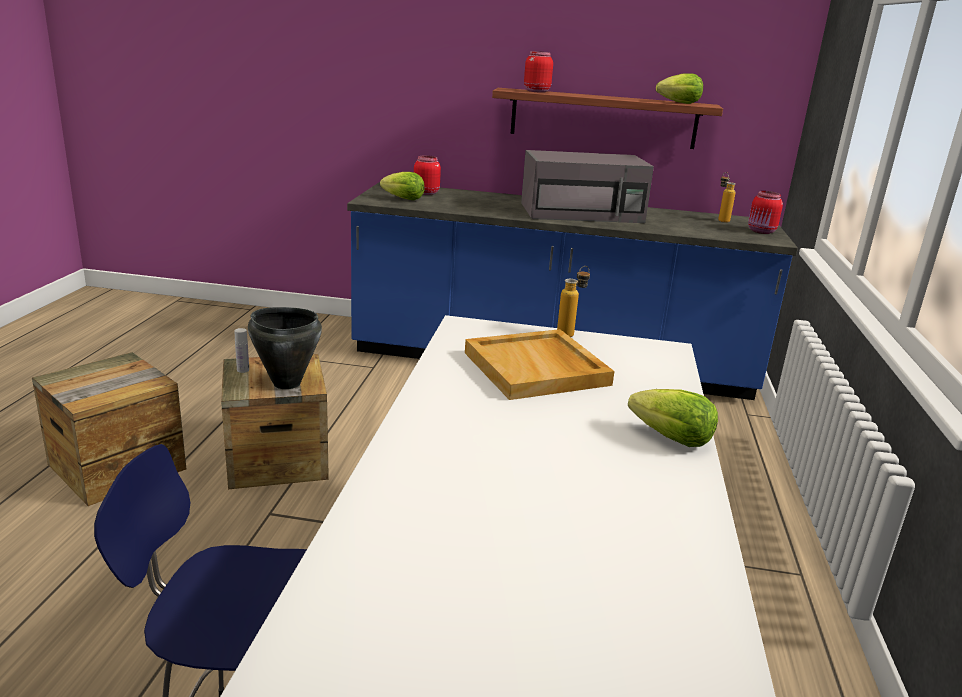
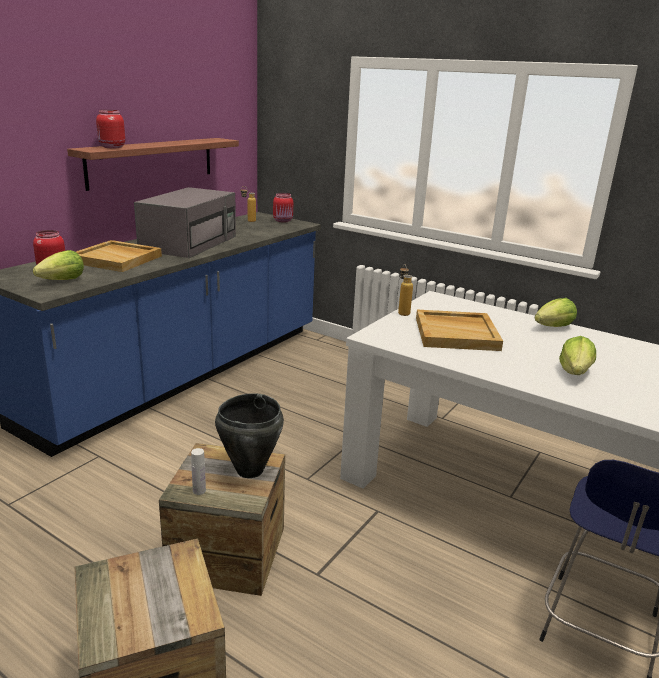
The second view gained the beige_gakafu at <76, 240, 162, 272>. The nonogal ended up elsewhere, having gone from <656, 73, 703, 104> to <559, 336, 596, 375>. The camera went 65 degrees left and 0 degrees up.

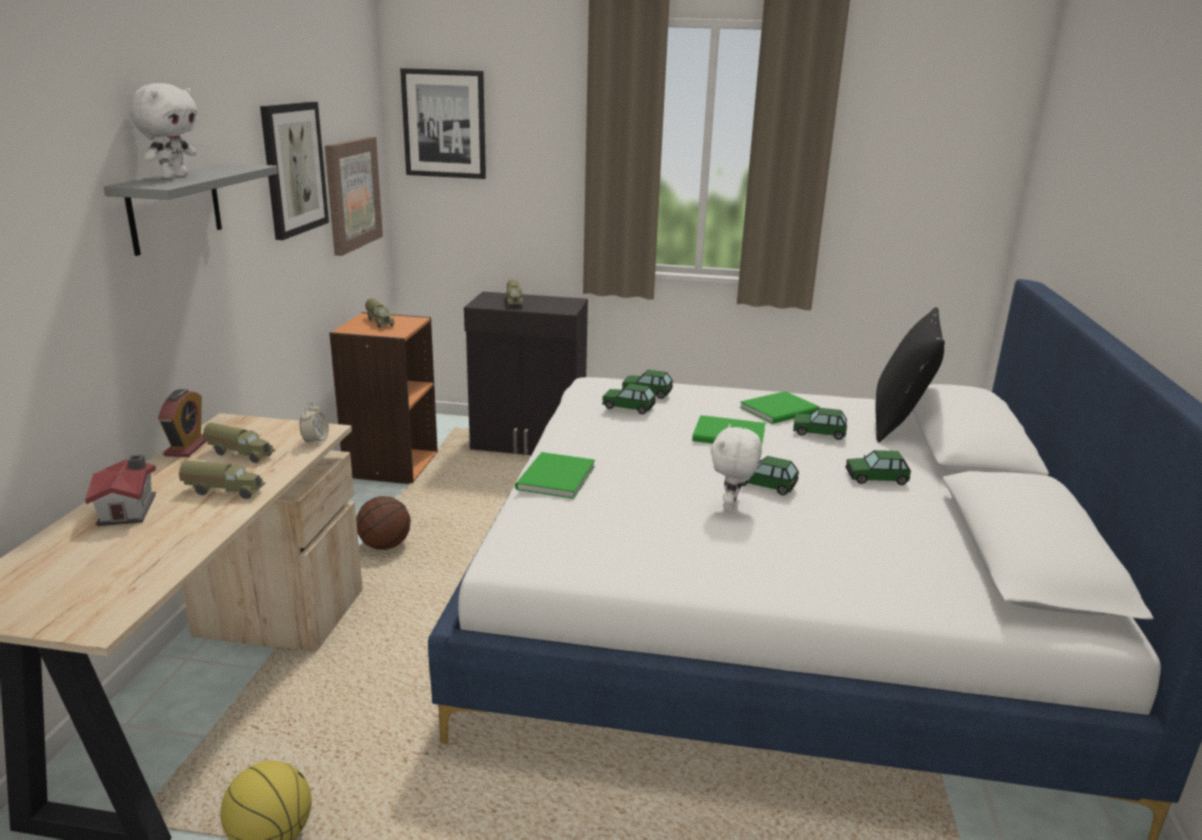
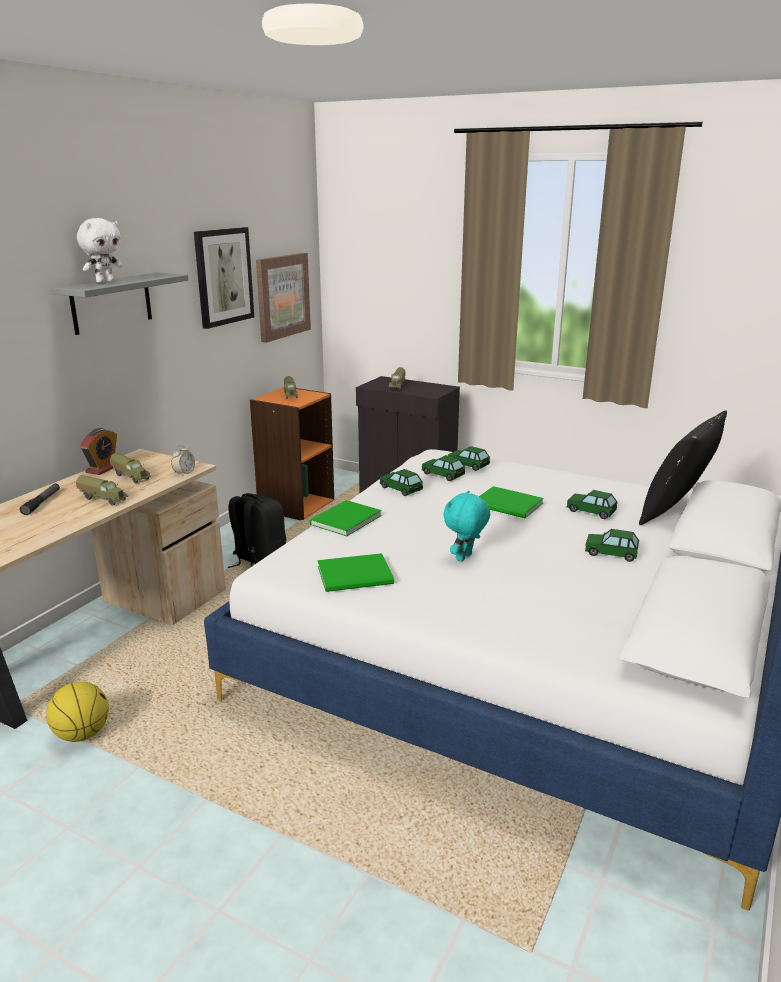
The second view lost the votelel at <400, 68, 486, 179>. The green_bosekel ended up elsewhere, having gone from <740, 391, 820, 424> to <317, 553, 394, 592>. The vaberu ended up elsewhere, having gone from <742, 456, 799, 495> to <380, 469, 423, 496>. Where the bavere stood at <85, 455, 156, 526>, the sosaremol came to stand at <20, 484, 60, 515>. Where the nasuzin stood at <356, 496, 411, 550>, the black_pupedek came to stand at <228, 493, 286, 568>. What was the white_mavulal at <711, 424, 762, 512> turned into the turquoise_mavulal at <443, 490, 490, 562>. The camera went 20 degrees right and 0 degrees up.

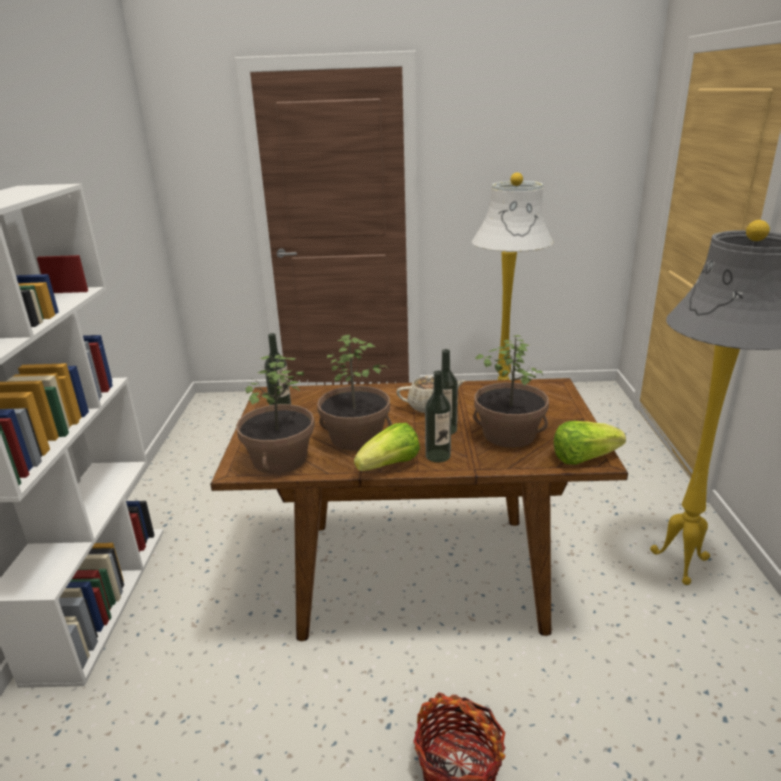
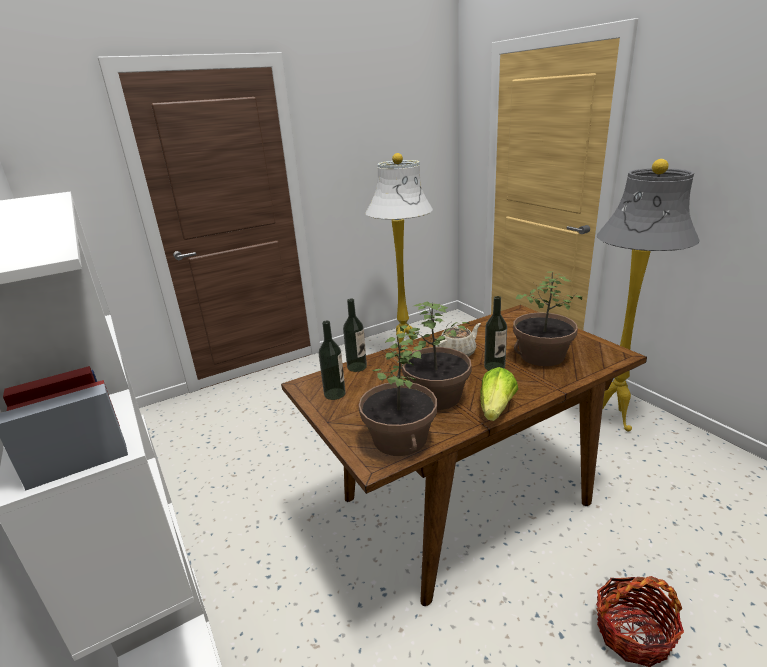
The second view lost the nonogal at <554, 421, 626, 465>. The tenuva ended up elsewhere, having gone from <425, 370, 451, 463> to <343, 299, 367, 372>. The camera went 30 degrees left and 0 degrees up.

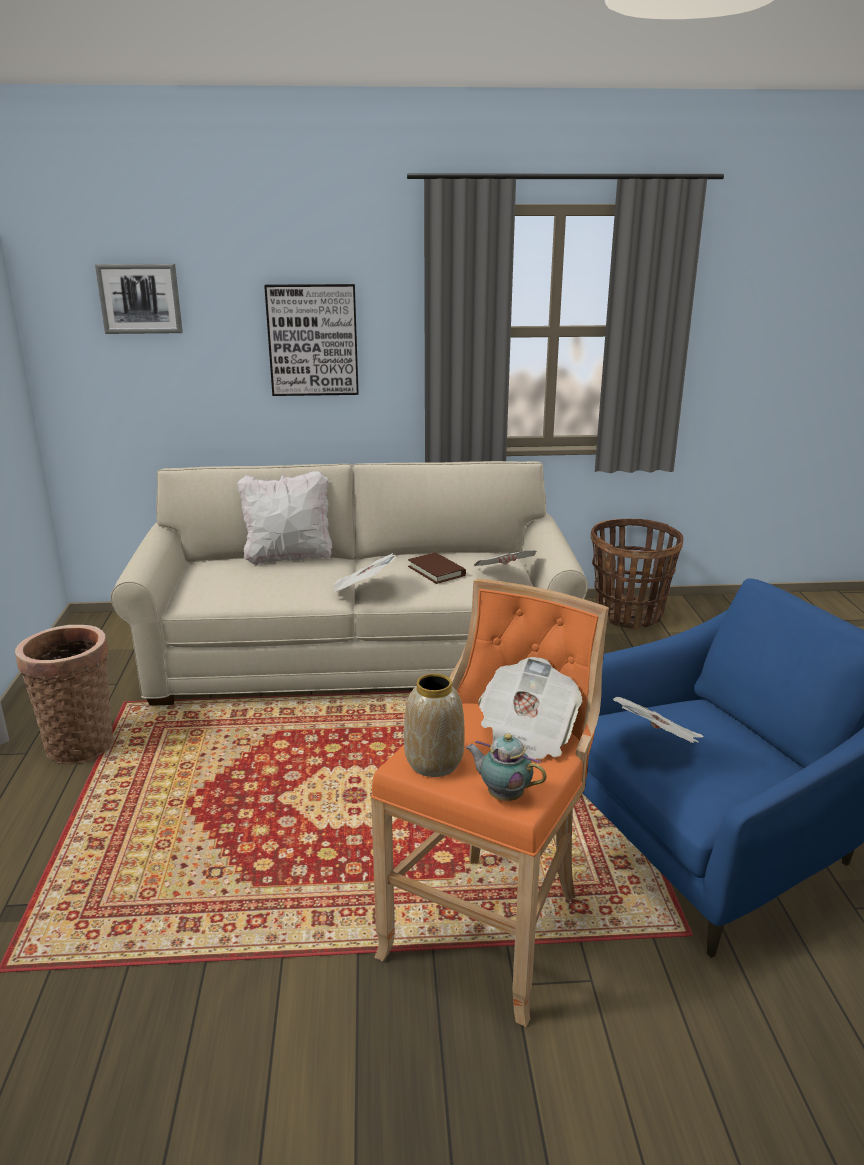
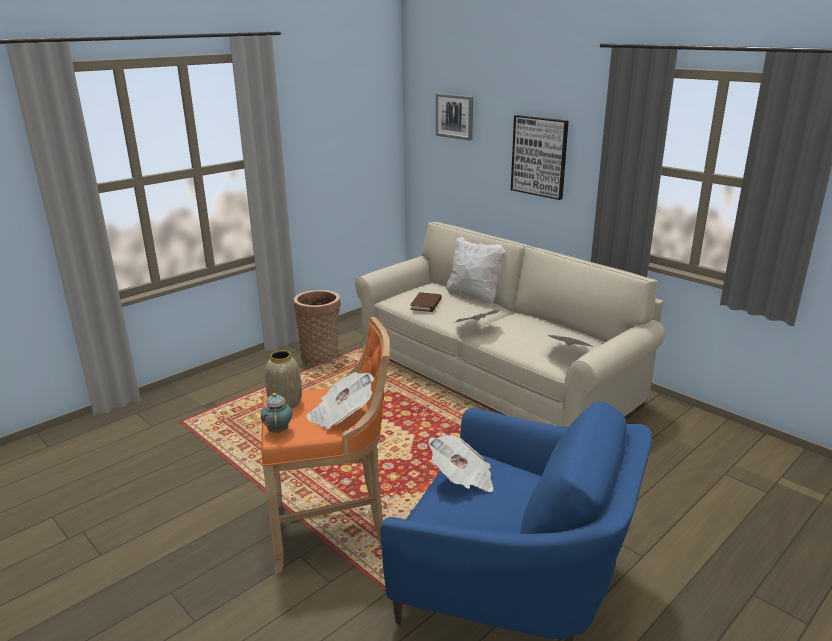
The second view lost the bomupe at <591, 519, 683, 630>. The brown_bosekel ended up elsewhere, having gone from <408, 552, 466, 584> to <410, 292, 442, 312>. The camera went 50 degrees right and 0 degrees up.

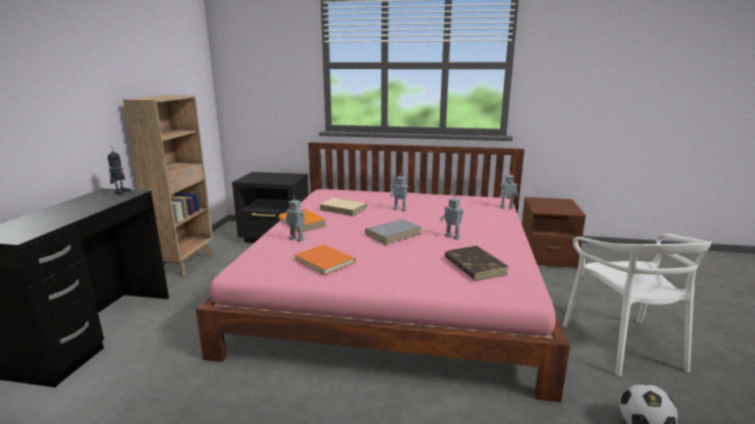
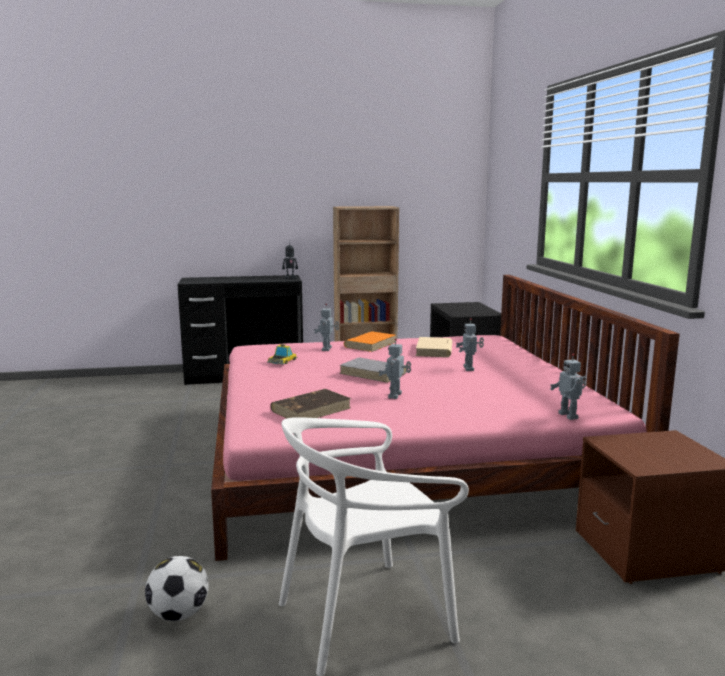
Where the orange_bosekel stood at <295, 245, 356, 275>, the vaberu came to stand at <267, 344, 298, 365>. The camera went 70 degrees right and 5 degrees down.

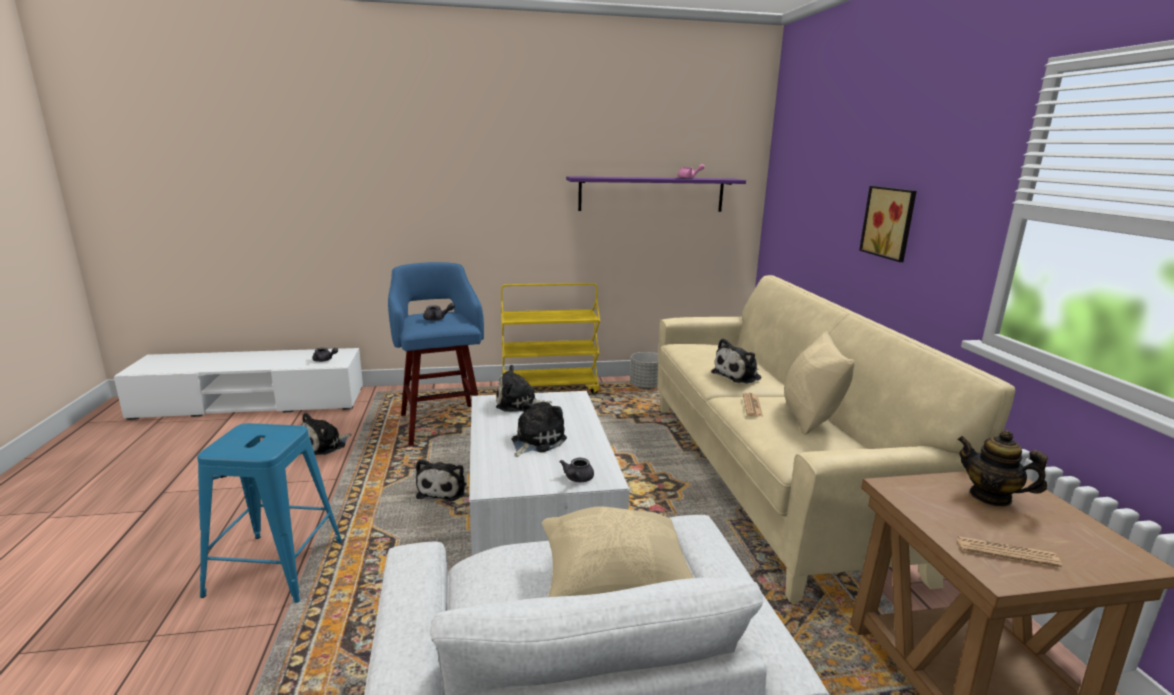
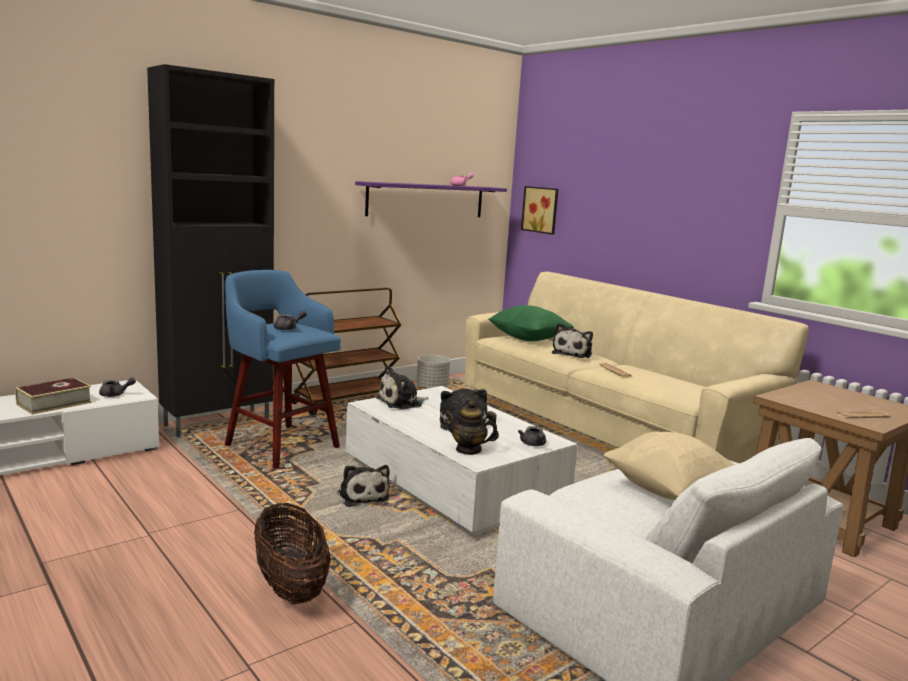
The second view lost the mavulal at <301, 413, 352, 455>. The second view lost the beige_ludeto at <784, 331, 854, 435>. The second view gained the bosekel at <15, 377, 92, 415>. The second view gained the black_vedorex at <147, 64, 274, 437>. The second view gained the green_ludeto at <488, 305, 574, 341>. The votelel ended up elsewhere, having gone from <859, 186, 917, 262> to <521, 186, 558, 235>. The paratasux ended up elsewhere, having gone from <957, 430, 1048, 507> to <444, 400, 499, 455>. Where the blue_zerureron stood at <197, 423, 342, 603>, the bomupe came to stand at <254, 503, 331, 604>. What was the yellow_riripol at <499, 283, 600, 394> turned into the brown_riripol at <292, 288, 402, 415>. The camera went 30 degrees left and 5 degrees down.

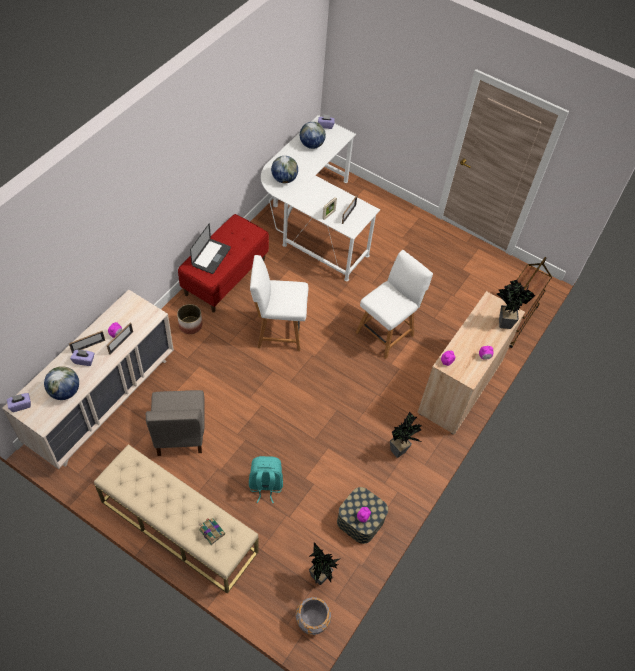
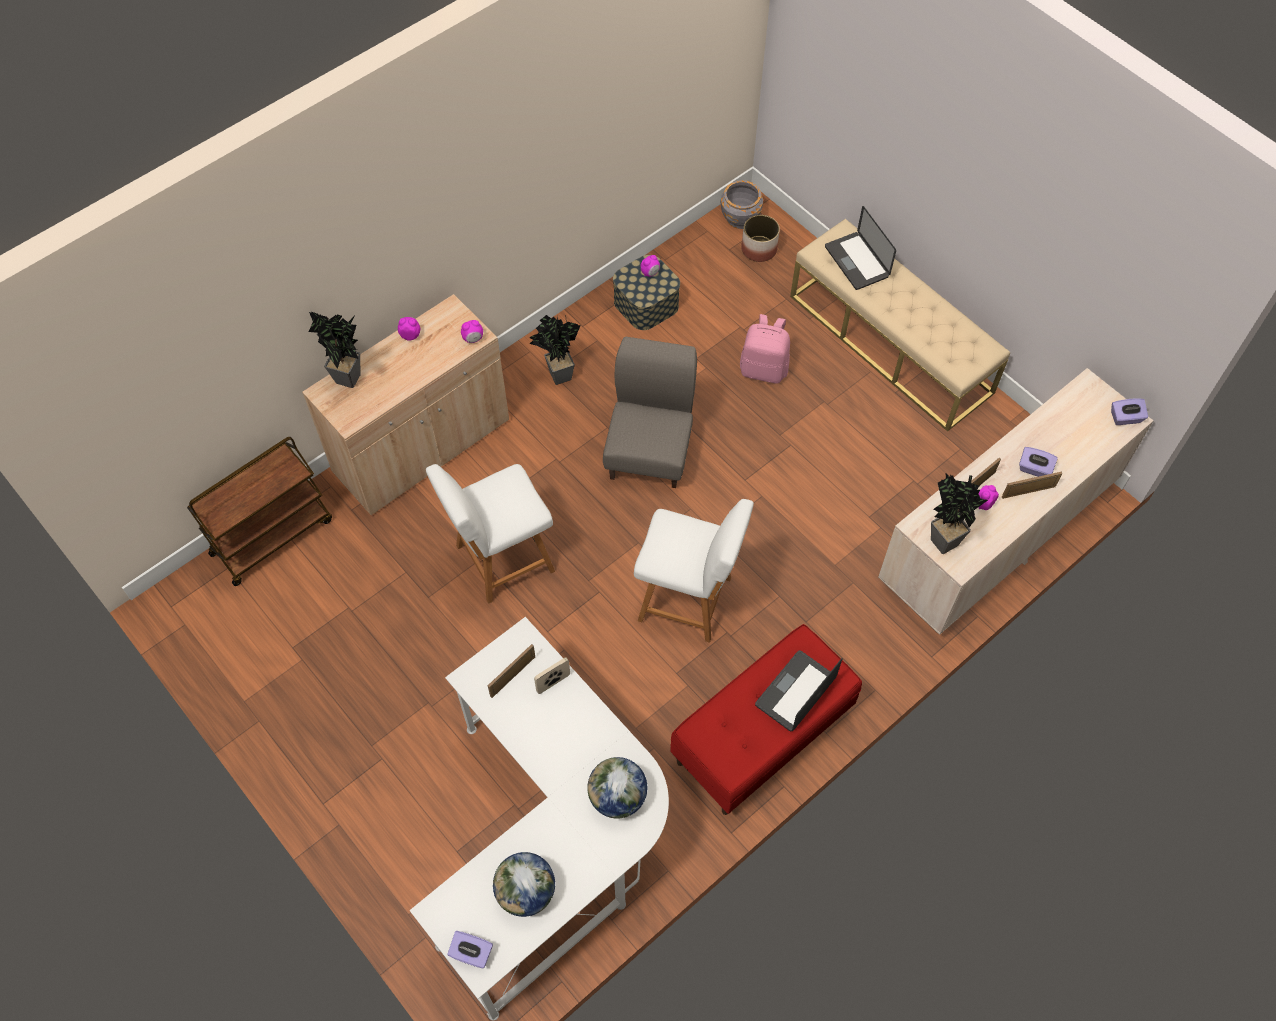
The second view lost the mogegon at <44, 366, 79, 400>. The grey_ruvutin ended up elsewhere, having gone from <146, 390, 205, 456> to <603, 337, 697, 488>. The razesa ended up elsewhere, having gone from <177, 304, 202, 334> to <741, 215, 780, 262>. The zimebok ended up elsewhere, having gone from <309, 543, 341, 585> to <931, 473, 988, 554>. Where the bosekel stood at <199, 518, 225, 545>, the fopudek came to stand at <825, 206, 896, 290>. What was the turquoise_pupedek at <249, 456, 283, 503> turned into the pink_pupedek at <740, 314, 790, 384>. The camera went 160 degrees left and 5 degrees up.

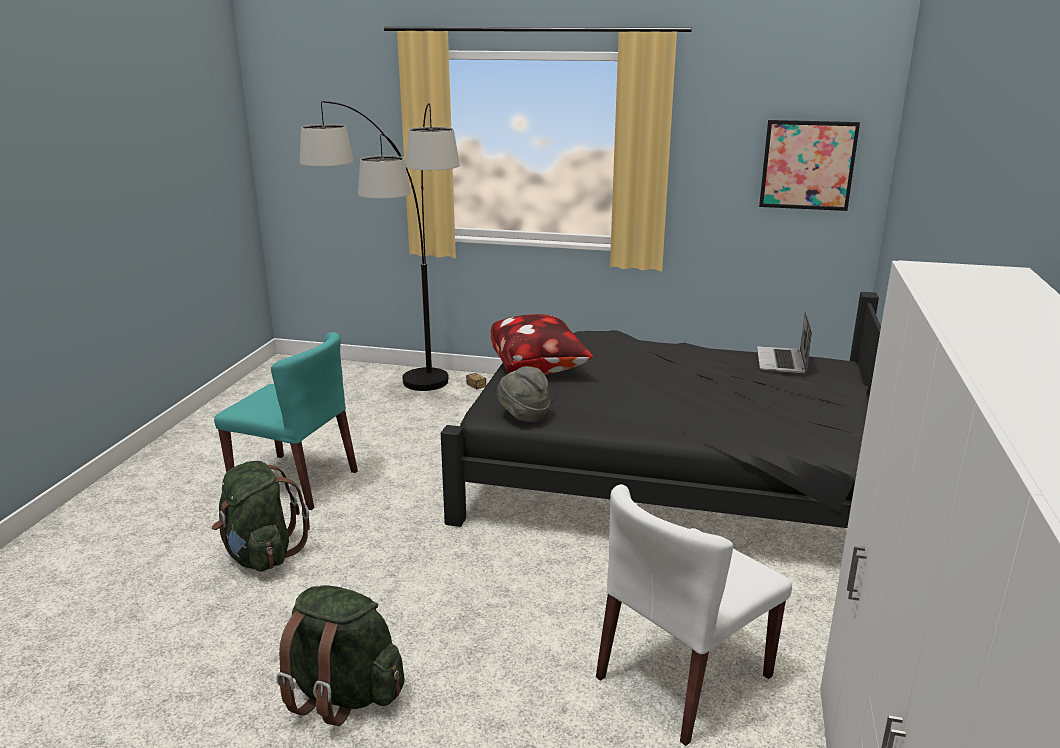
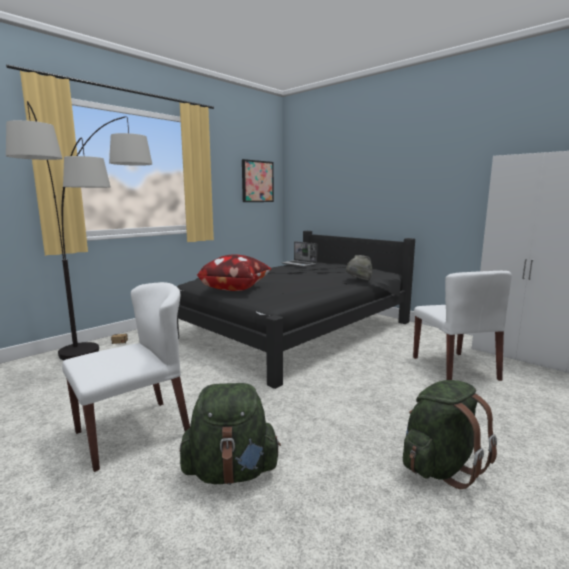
The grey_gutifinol ended up elsewhere, having gone from <496, 366, 550, 422> to <346, 255, 373, 280>. What was the turquoise_ruvutin at <214, 332, 358, 510> turned into the white_ruvutin at <62, 282, 190, 472>. The camera went 60 degrees left and 10 degrees down.

